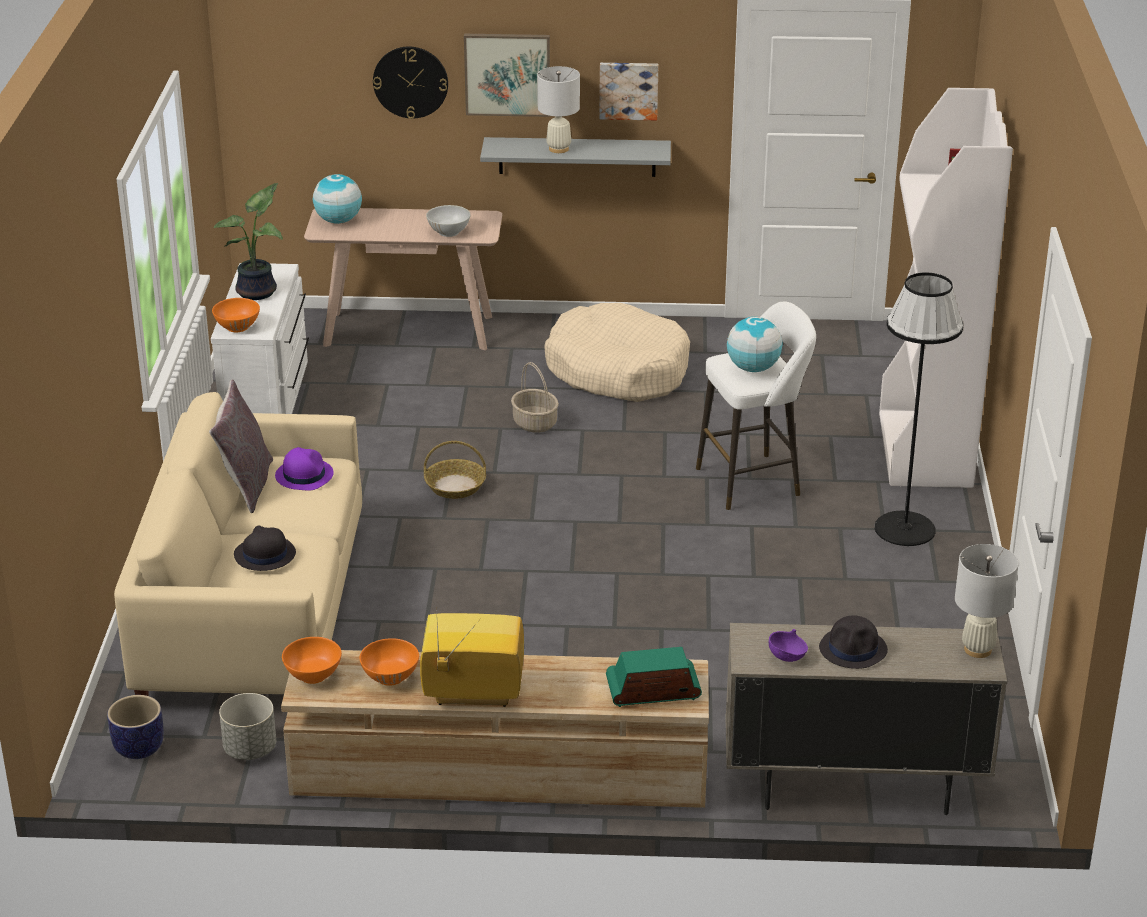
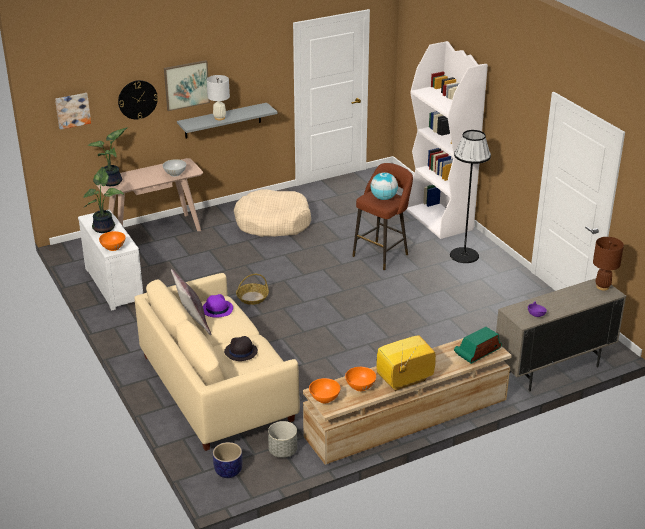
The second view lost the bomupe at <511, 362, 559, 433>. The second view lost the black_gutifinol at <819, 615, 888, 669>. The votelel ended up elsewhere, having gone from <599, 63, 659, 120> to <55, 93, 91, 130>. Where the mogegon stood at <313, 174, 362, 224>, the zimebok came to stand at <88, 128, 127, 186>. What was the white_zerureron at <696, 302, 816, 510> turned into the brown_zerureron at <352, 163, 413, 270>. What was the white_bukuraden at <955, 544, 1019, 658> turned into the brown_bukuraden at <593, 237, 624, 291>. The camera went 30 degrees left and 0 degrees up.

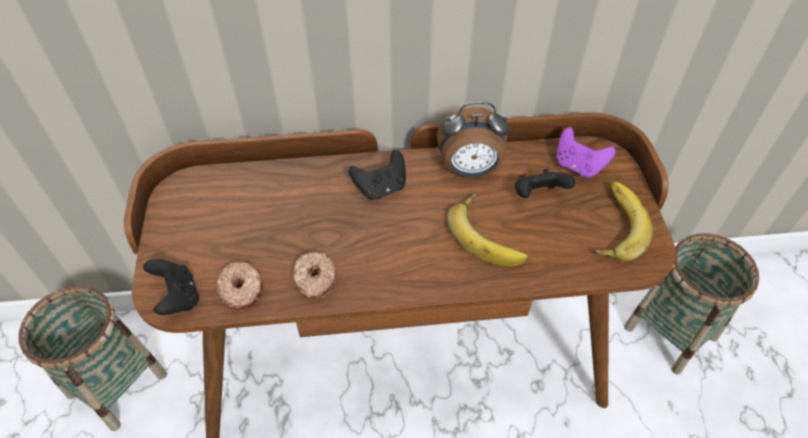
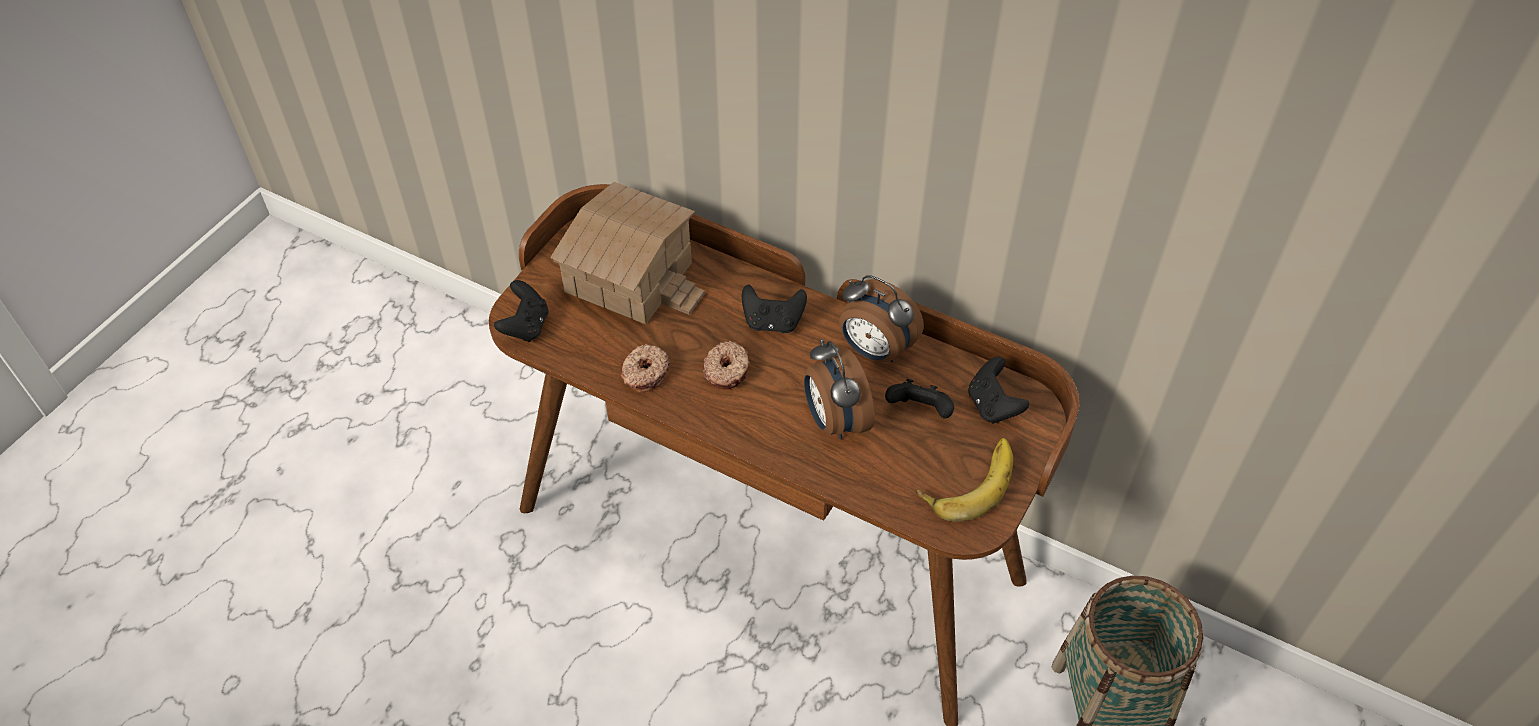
The second view lost the bomupe at <19, 286, 167, 431>. The second view gained the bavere at <551, 182, 705, 324>. The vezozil ended up elsewhere, having gone from <217, 262, 263, 310> to <703, 341, 750, 389>. Where the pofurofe stood at <447, 194, 529, 266>, the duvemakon came to stand at <804, 339, 875, 440>. What was the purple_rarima at <556, 127, 616, 178> turned into the black_rarima at <968, 357, 1029, 424>. The camera went 35 degrees right and 0 degrees up.

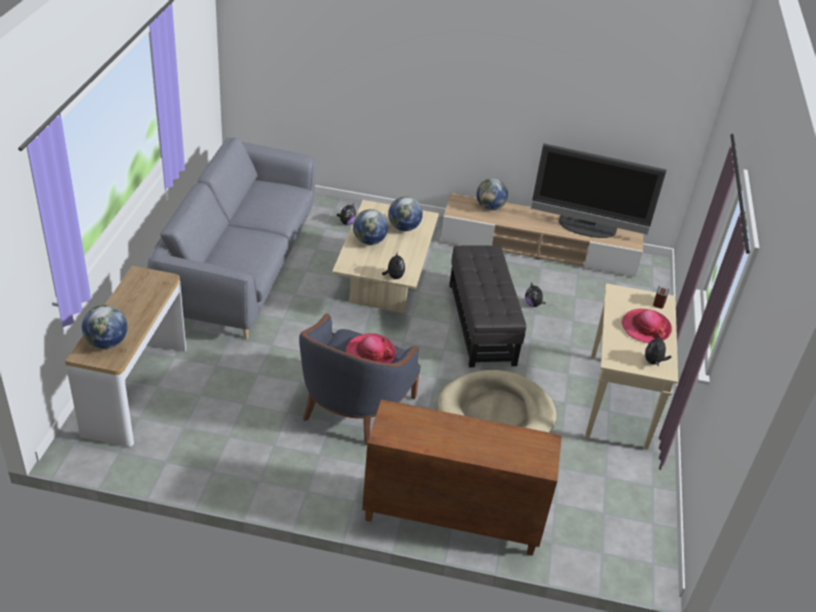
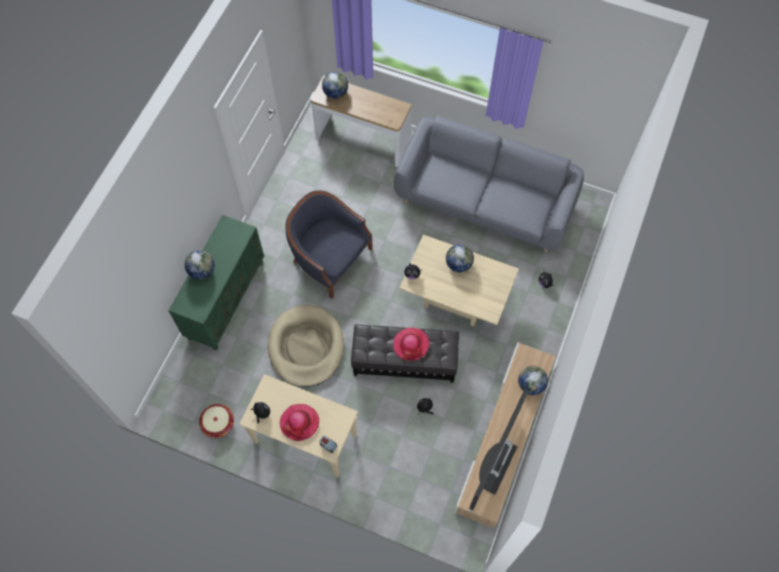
The second view gained the bomupe at <199, 404, 234, 438>. The gutifinol ended up elsewhere, having gone from <346, 333, 396, 363> to <393, 328, 429, 361>. The mogegon ended up elsewhere, having gone from <388, 197, 423, 231> to <185, 250, 215, 280>. What was the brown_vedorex at <362, 399, 562, 556> turned into the green_vedorex at <168, 215, 264, 351>. The camera went 105 degrees right and 25 degrees up.

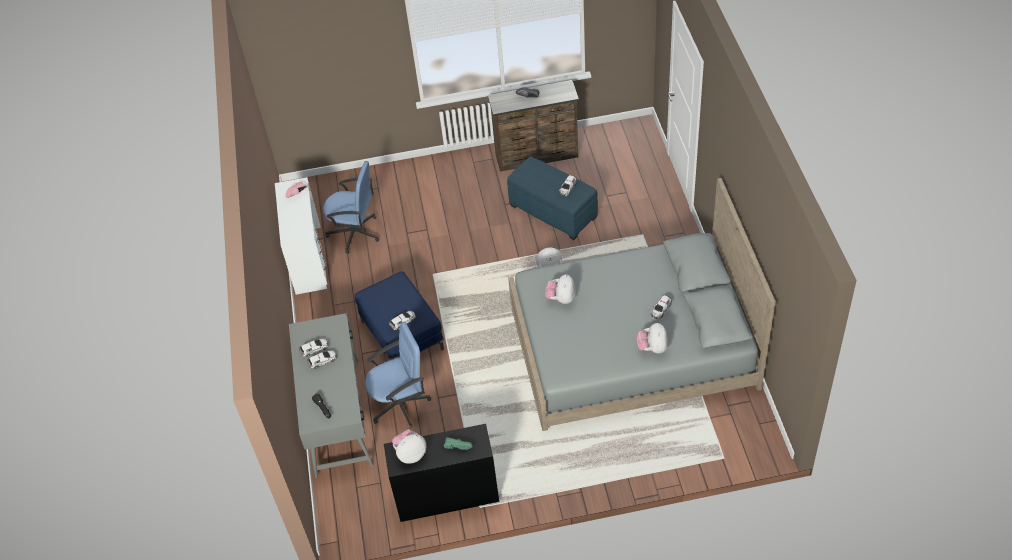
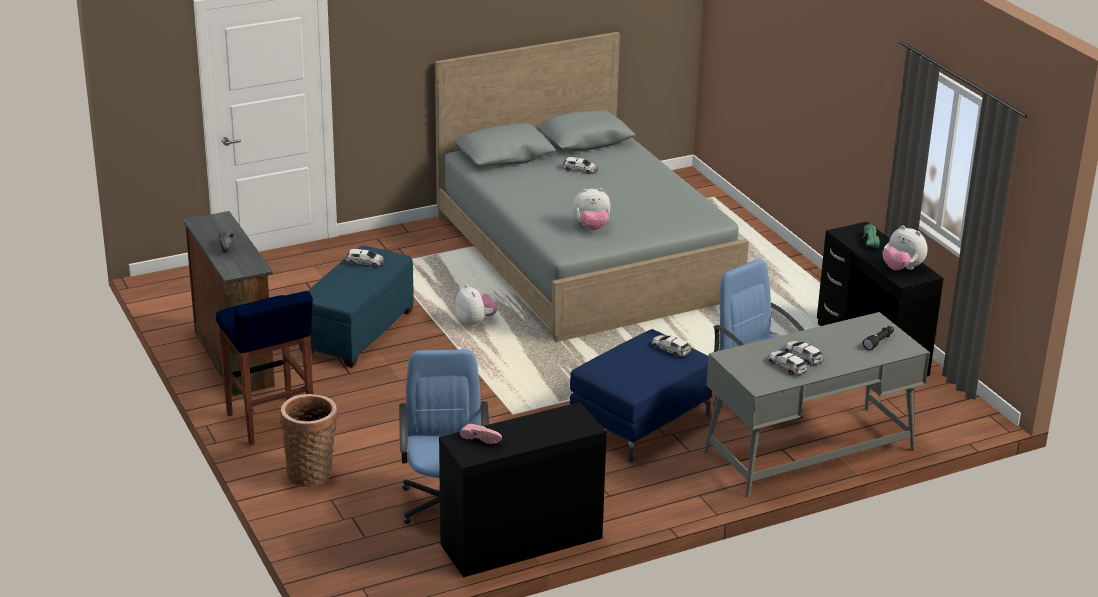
The second view lost the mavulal at <637, 323, 668, 353>. The second view gained the blue_zerureron at <216, 291, 313, 445>. The second view gained the bomupe at <280, 394, 337, 487>. What was the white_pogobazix at <275, 177, 327, 295> turned into the black_pogobazix at <439, 402, 607, 577>. The camera went 110 degrees left and 20 degrees down.

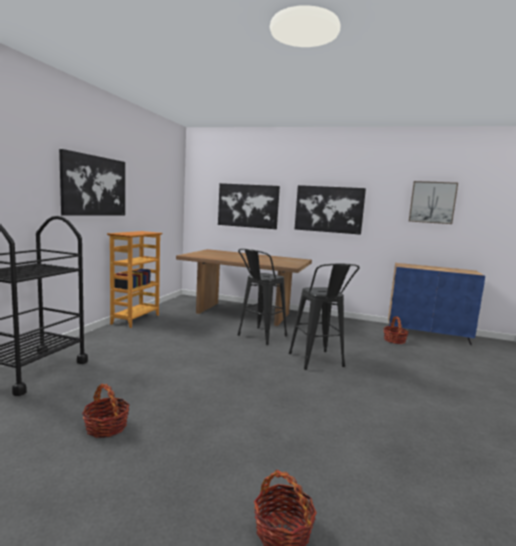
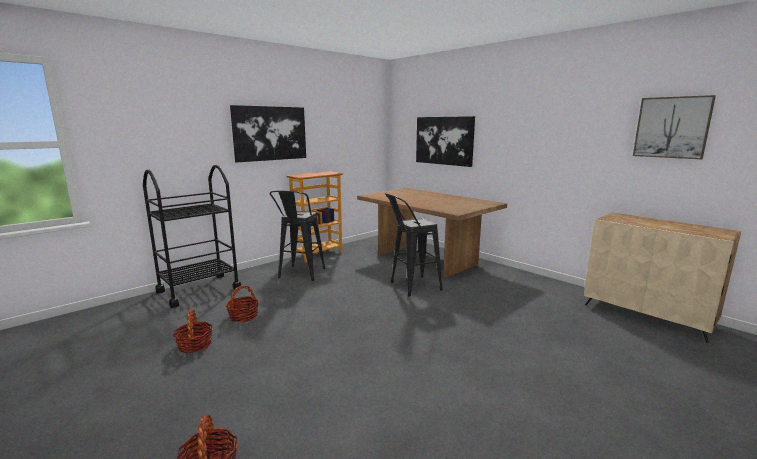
The second view lost the votelel at <295, 185, 366, 235>. The black_zerureron ended up elsewhere, having gone from <289, 264, 360, 370> to <270, 191, 326, 281>. The bomupe ended up elsewhere, having gone from <383, 316, 409, 344> to <226, 285, 259, 322>. What was the blue_vedorex at <388, 263, 485, 346> turned into the beige_vedorex at <584, 213, 741, 343>. The camera went 30 degrees right and 5 degrees up.

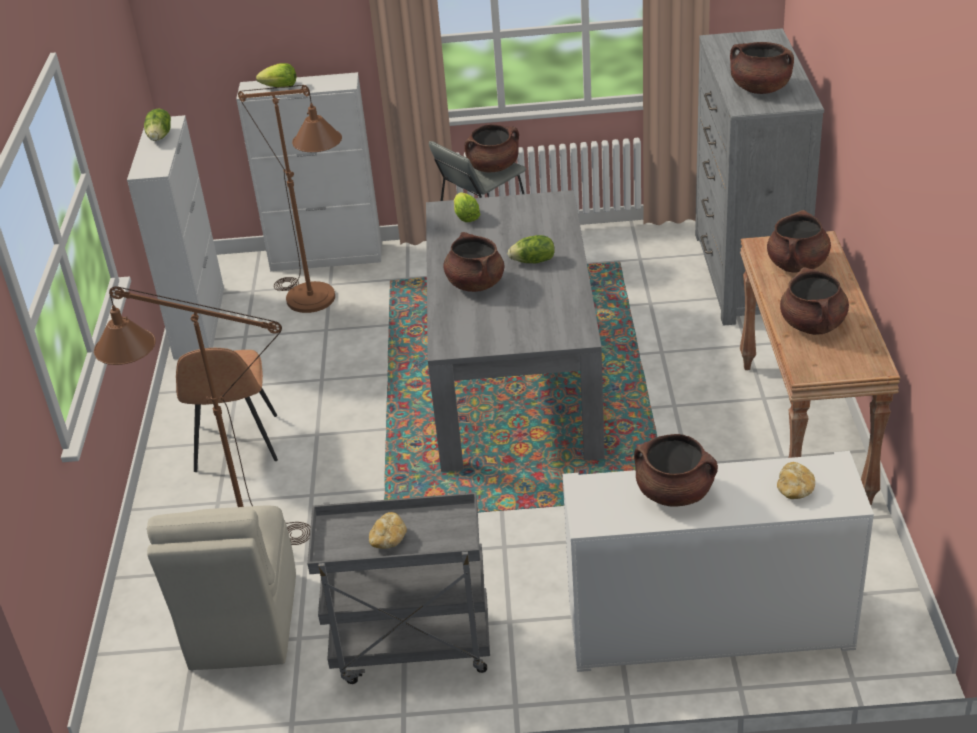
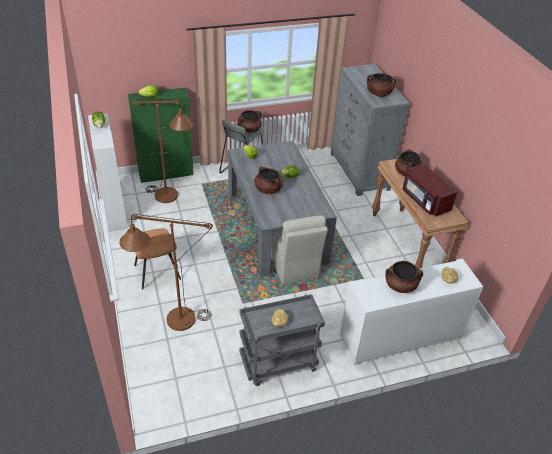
The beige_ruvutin ended up elsewhere, having gone from <147, 506, 296, 670> to <271, 215, 328, 284>. Where the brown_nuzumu stood at <780, 267, 849, 335>, the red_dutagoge came to stand at <402, 164, 457, 217>. What was the white_vedorex at <236, 72, 382, 271> turned into the green_vedorex at <128, 88, 194, 183>. The camera went 20 degrees left and 5 degrees up.

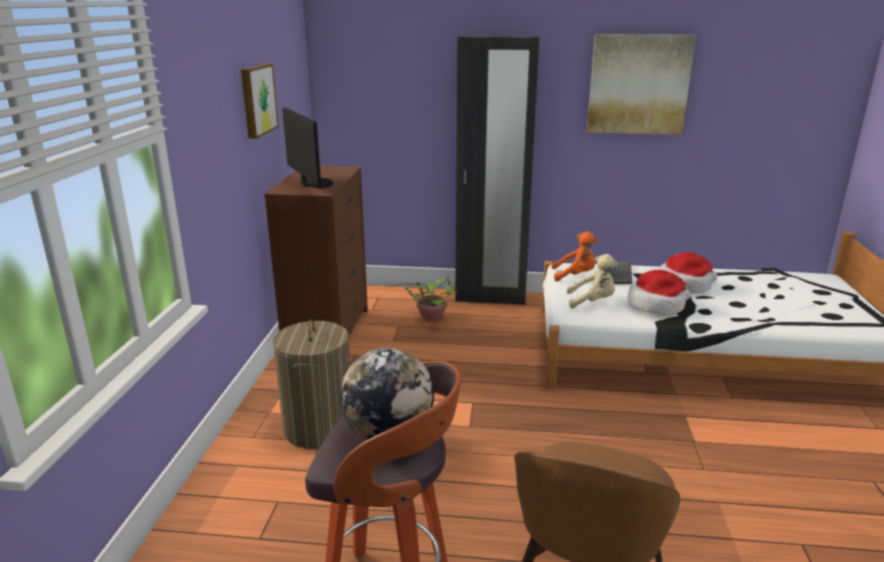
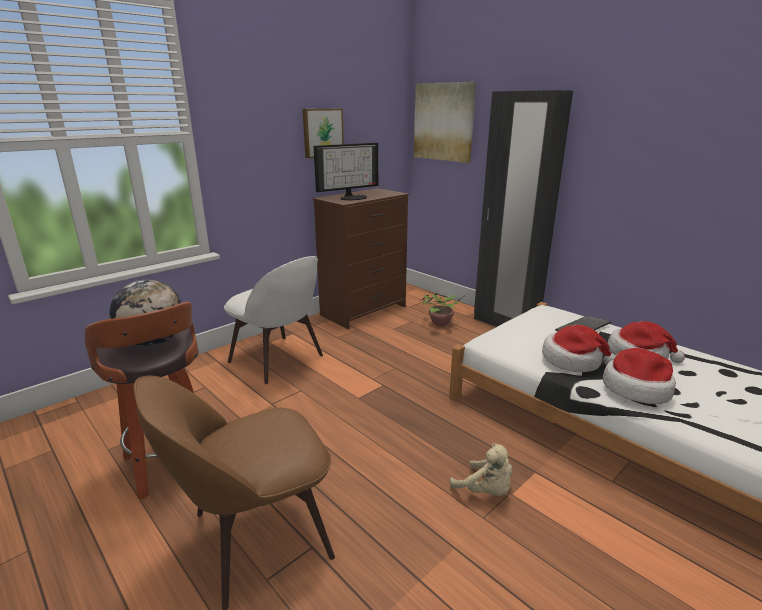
The second view lost the orange_mavulal at <551, 231, 598, 281>. The second view gained the gutifinol at <603, 348, 676, 404>. The beige_mavulal ended up elsewhere, having gone from <567, 254, 618, 308> to <449, 443, 512, 496>. The votelel ended up elsewhere, having gone from <587, 34, 696, 135> to <414, 82, 476, 163>. Where the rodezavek stood at <273, 320, 350, 449>, the white_ruvutin came to stand at <224, 256, 323, 384>. The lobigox at <282, 107, 333, 188> ended up facing another way, 45 degrees clockwise from before. The camera went 40 degrees right and 0 degrees up.

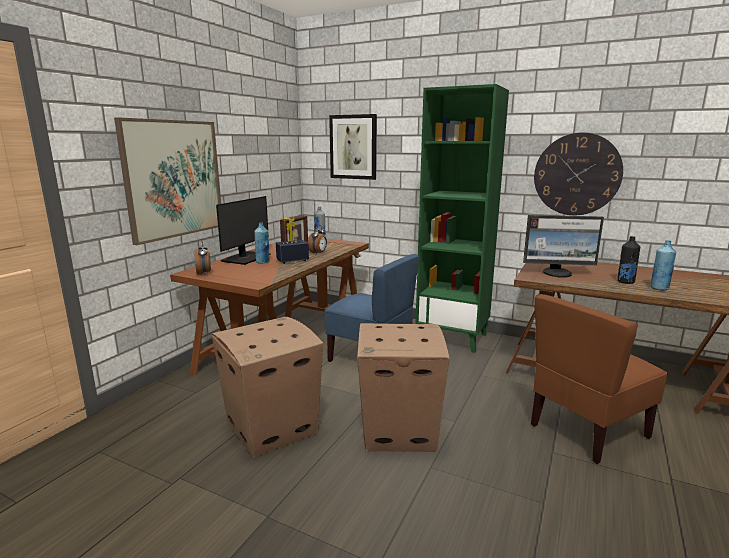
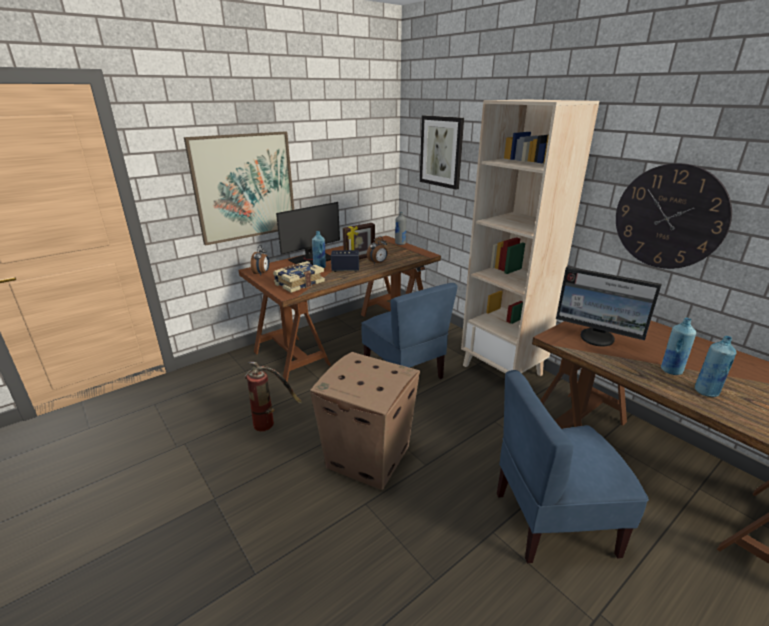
The second view gained the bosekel at <273, 261, 325, 293>. Where the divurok stood at <212, 317, 323, 458>, the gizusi came to stand at <244, 362, 302, 431>. What was the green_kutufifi at <415, 84, 509, 353> turned into the beige_kutufifi at <461, 100, 599, 376>. What was the brown_ruvutin at <531, 294, 668, 464> turned into the blue_ruvutin at <497, 370, 649, 564>. What was the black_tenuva at <617, 236, 640, 284> turned into the blue_tenuva at <661, 318, 696, 375>. The camera went 25 degrees right and 10 degrees up.

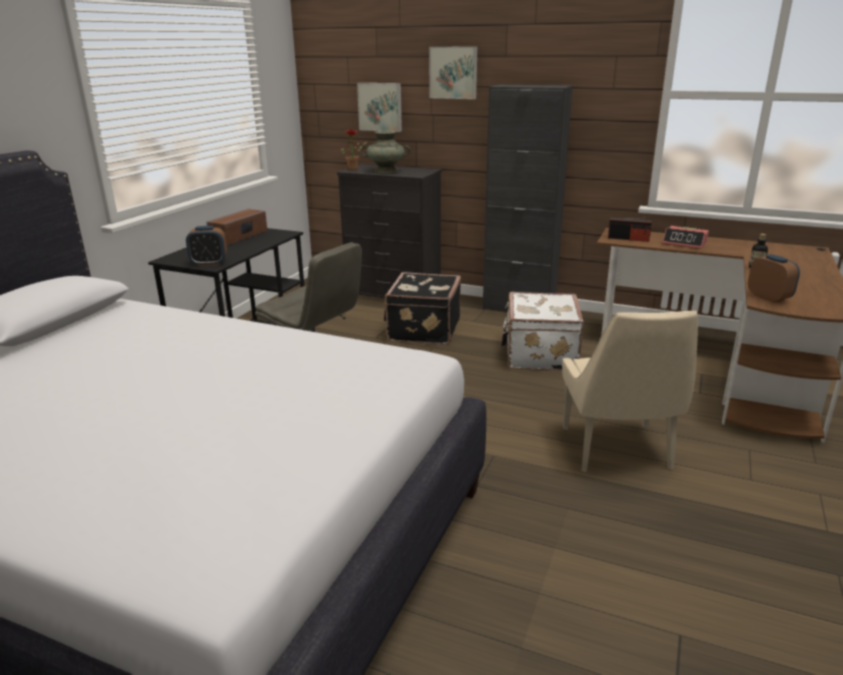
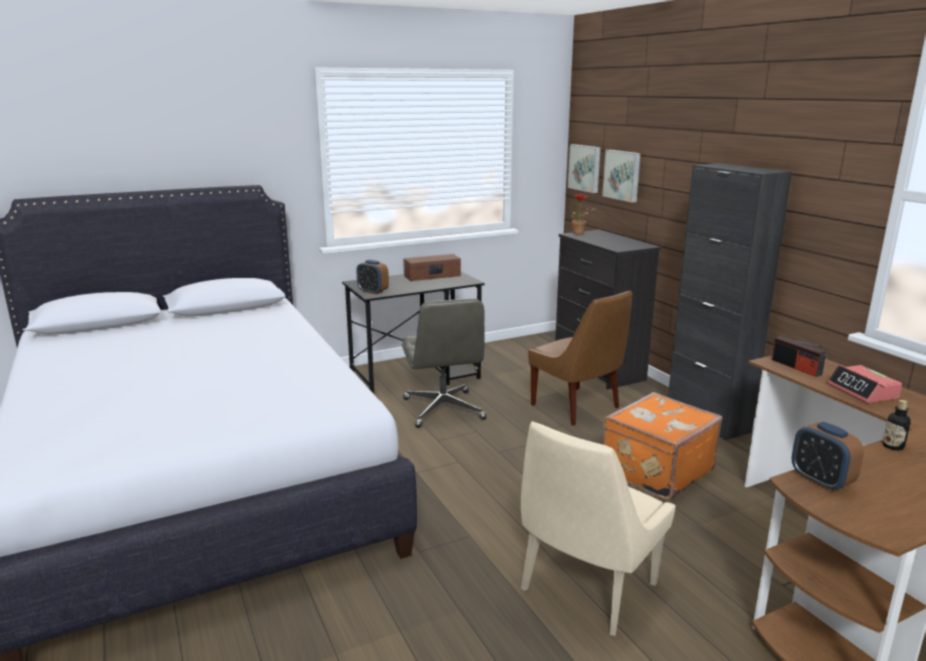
The second view lost the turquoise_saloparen at <361, 130, 410, 173>. The votelel ended up elsewhere, having gone from <429, 46, 477, 99> to <568, 144, 601, 193>. Where the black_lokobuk stood at <384, 272, 461, 345>, the brown_ruvutin came to stand at <528, 290, 632, 426>. What was the white_lokobuk at <501, 292, 584, 371> turned into the orange_lokobuk at <603, 392, 722, 500>. The duvemakon at <748, 254, 800, 303> ended up facing another way, 135 degrees clockwise from before. The camera went 40 degrees right and 5 degrees down.

